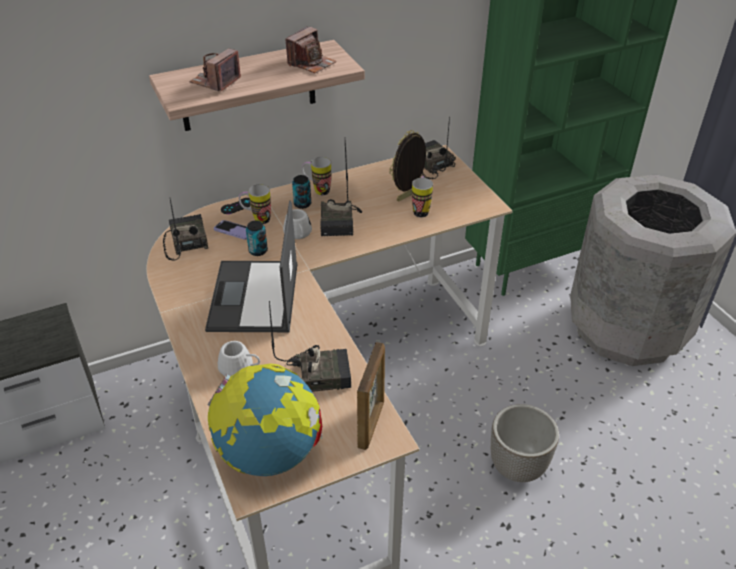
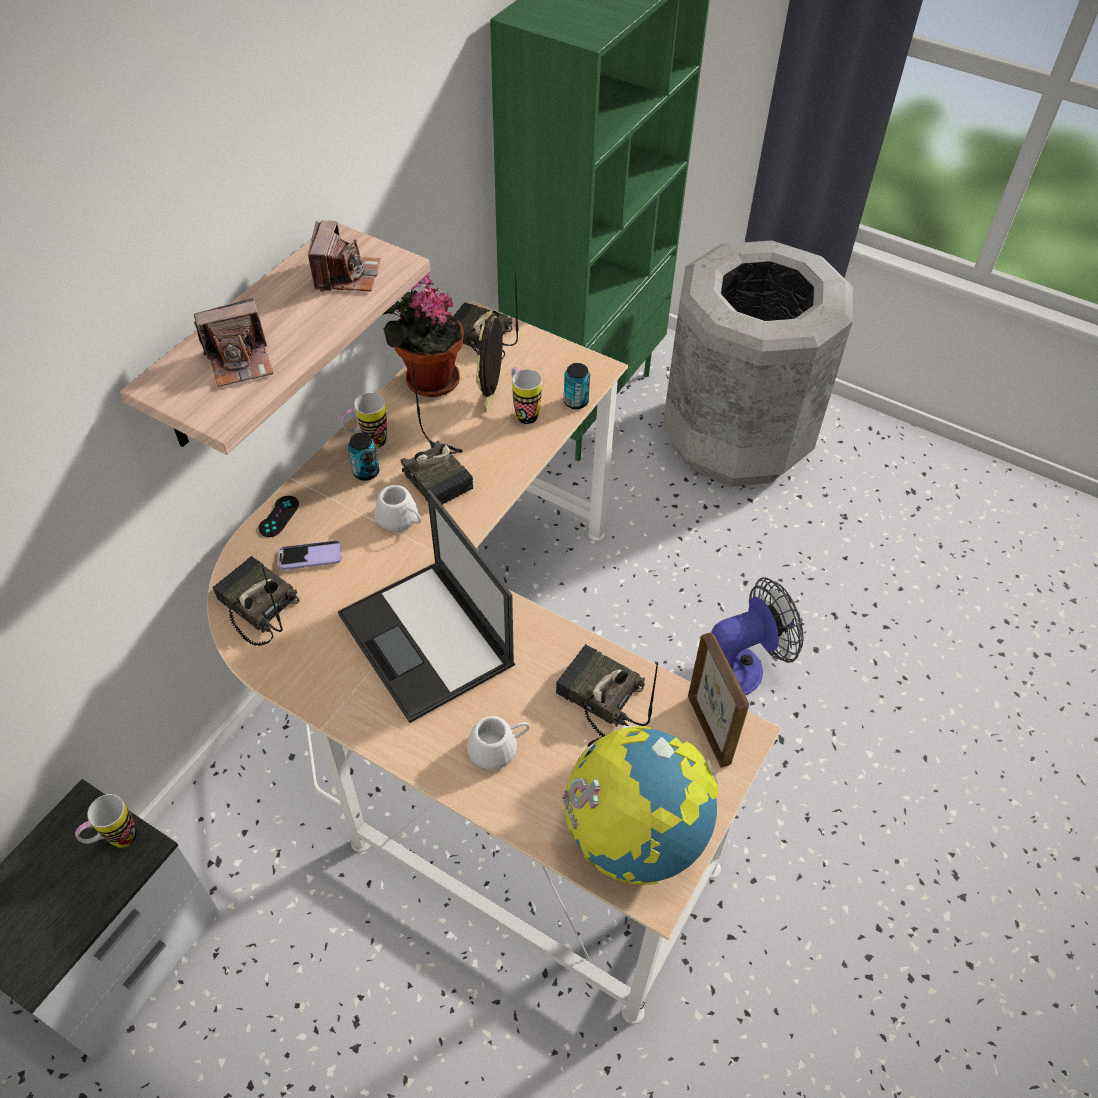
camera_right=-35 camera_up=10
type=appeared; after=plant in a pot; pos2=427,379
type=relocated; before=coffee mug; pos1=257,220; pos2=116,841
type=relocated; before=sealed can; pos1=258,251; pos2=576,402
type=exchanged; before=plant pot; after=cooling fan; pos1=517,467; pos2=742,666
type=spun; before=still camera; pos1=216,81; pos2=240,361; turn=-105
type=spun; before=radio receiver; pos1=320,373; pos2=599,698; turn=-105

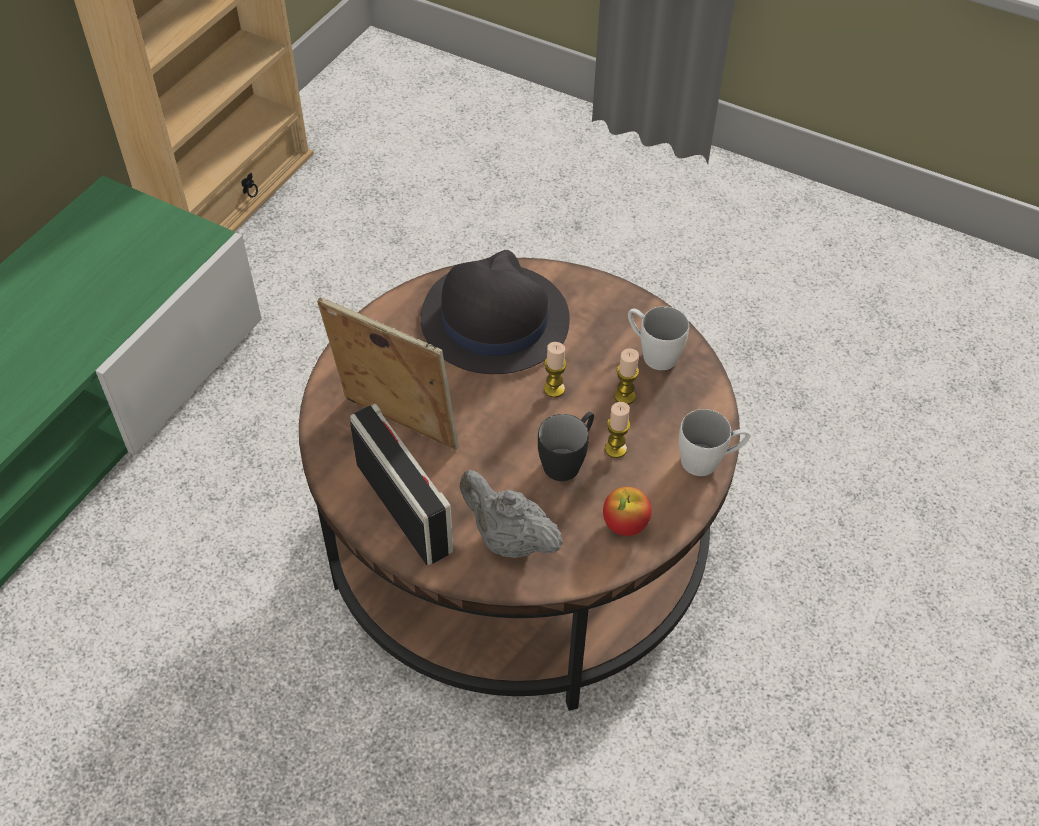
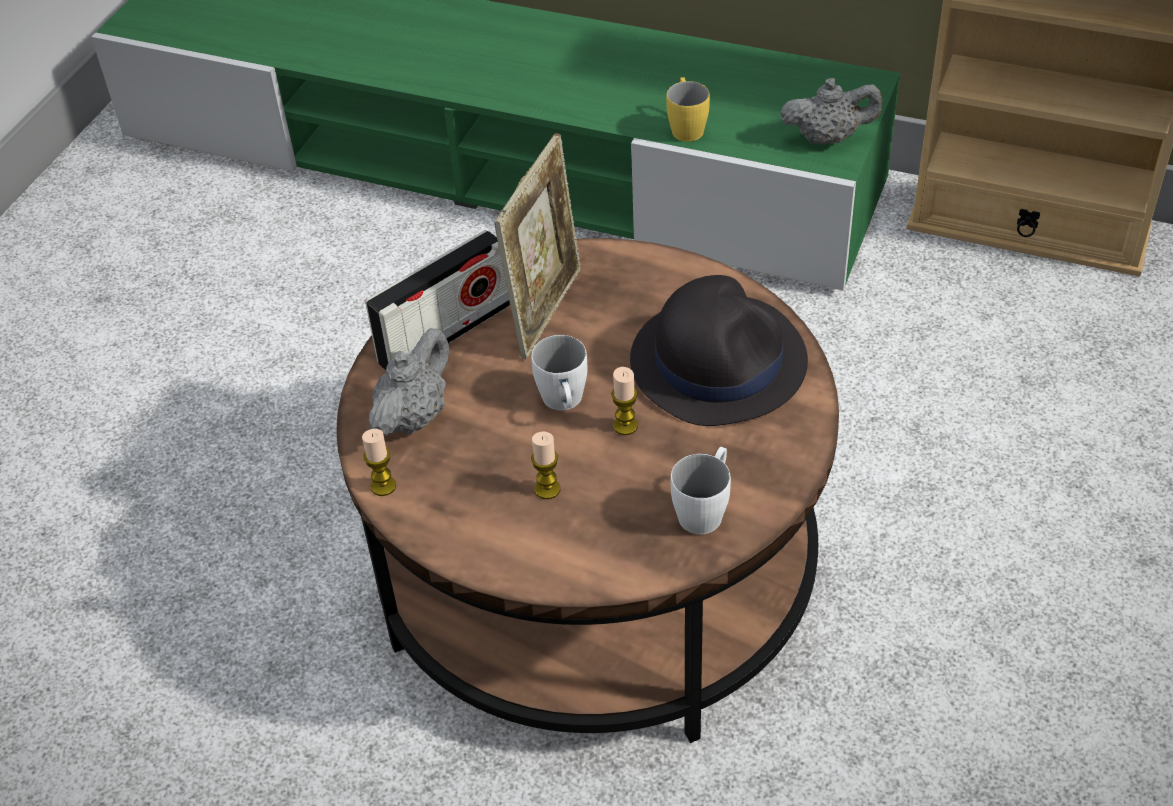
camera_right=85 camera_up=-5
type=missing; before=black coffee mug; pos1=567,460
type=missing; before=apple; pos1=624,525
type=appeared; after=yellow-coloured coffee mug; pos2=686,127
type=appeared; after=greyish teapot; pos2=828,138
type=relocated; before=candle; pos1=624,396; pos2=383,486
type=relocated; before=whitish coffee mug; pos1=709,460; pos2=564,403

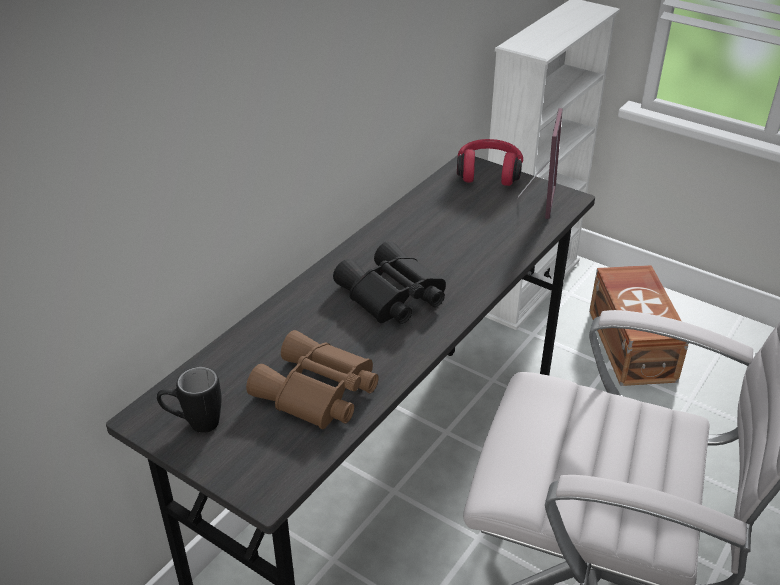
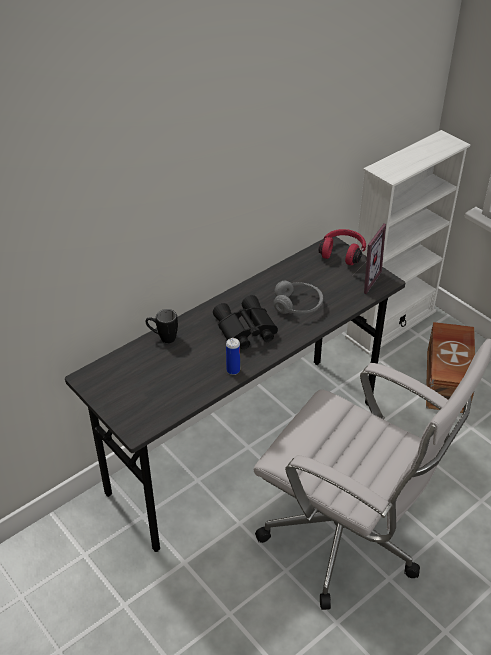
camera_right=15 camera_up=5
type=missing; before=brown-coloured field glasses; pos1=317,393
type=appeared; after=sealed can; pos2=233,370
type=appeared; after=greyish headset; pos2=298,305
type=relocated; before=black coffee mug; pos1=194,424; pos2=163,338

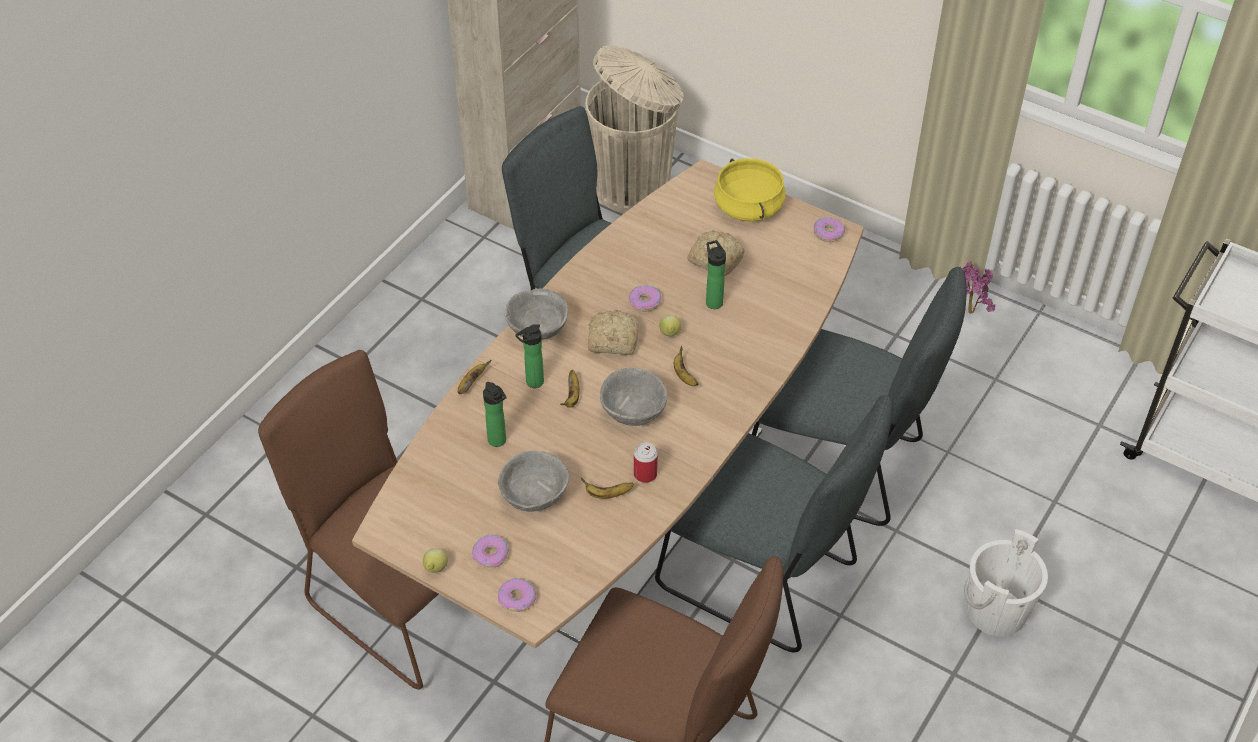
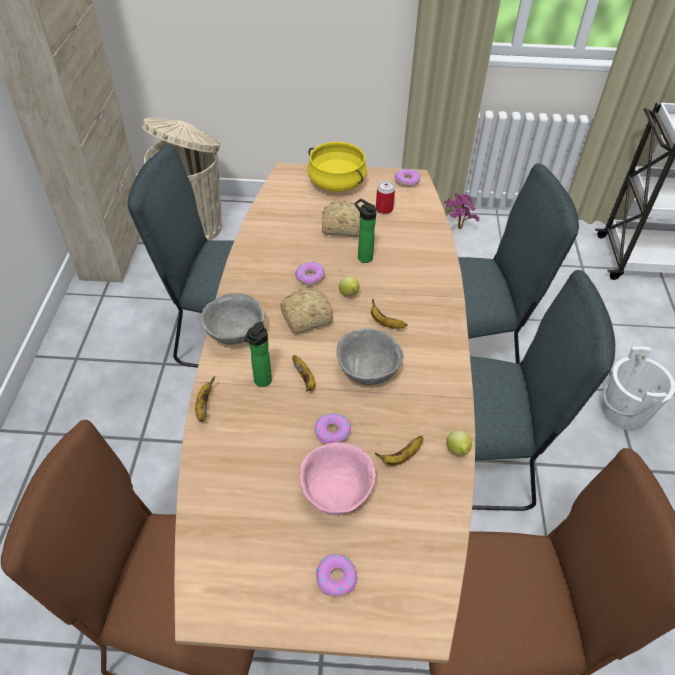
camera_right=-30 camera_up=0
type=missing; before=bottle; pos1=498,442
type=relocated; before=whole lemon; pos1=435,569; pos2=457,451
type=relocated; before=ring doughnut; pos1=517,599; pos2=332,432
type=relocated; before=sealed can; pos1=645,474; pos2=384,209
type=colour; before=greyish serving bowl; after=pinkish serving bowl; pos1=535,496; pos2=337,491

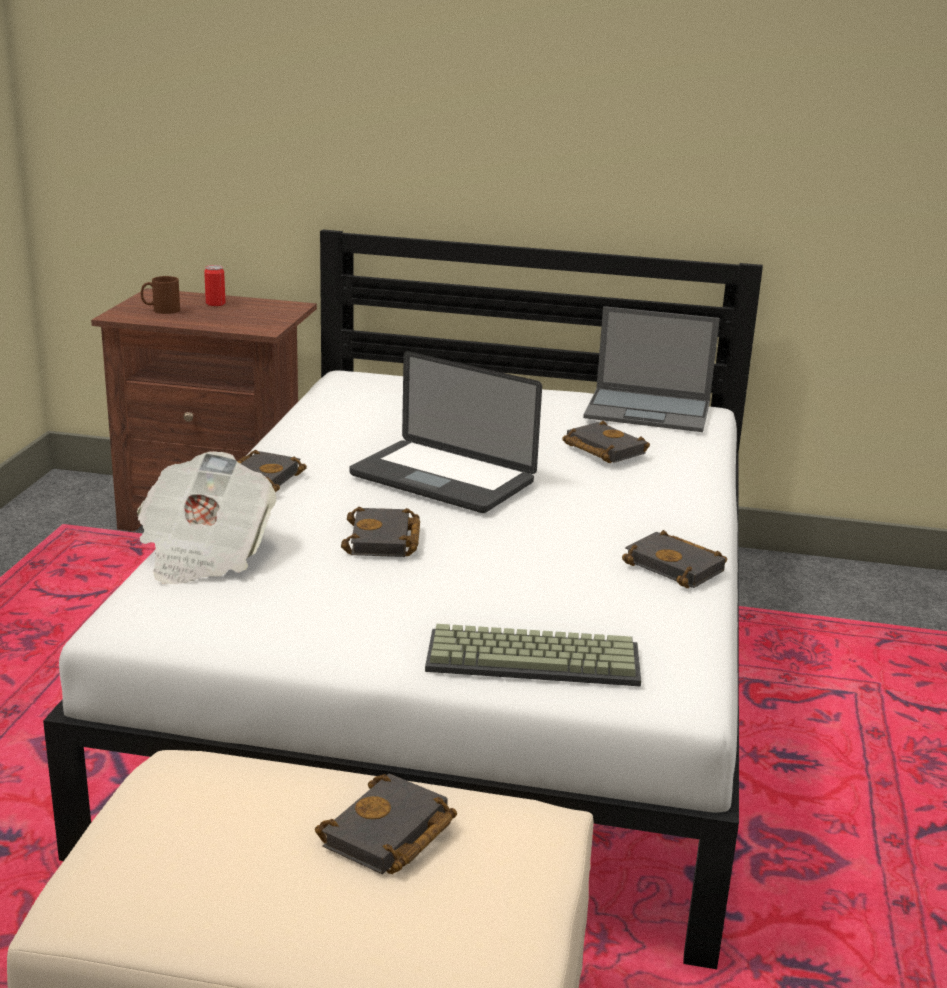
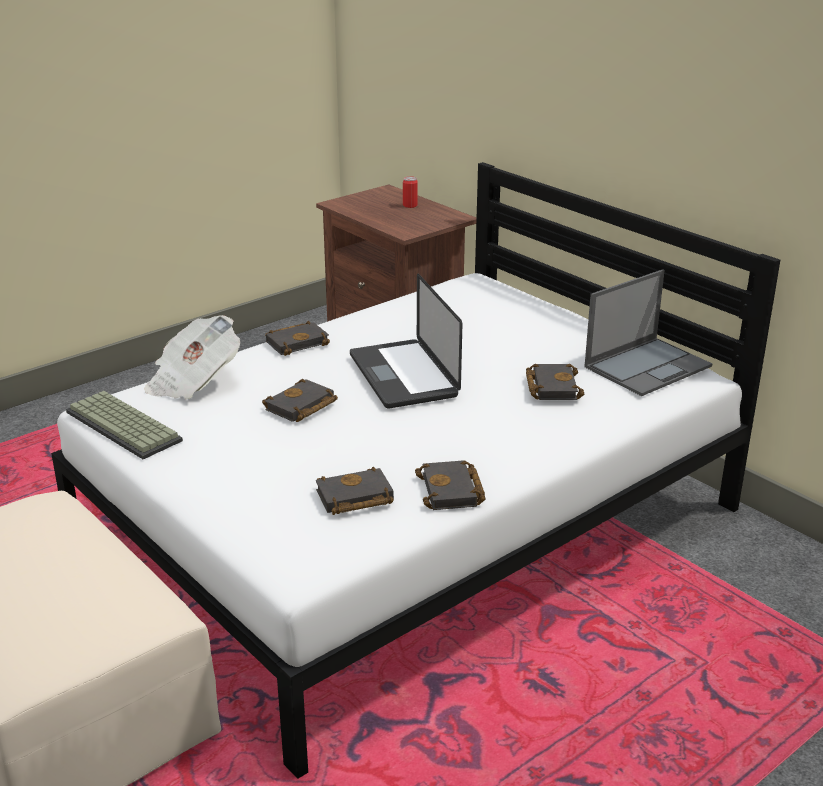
camera_right=40 camera_up=5
type=missing; before=brown-coloured coffee mug; pos1=161,310
type=relocated; before=black bound book; pos1=388,836; pos2=353,498
type=relocated; before=computer keyboard; pos1=535,657; pos2=126,426
type=spun; before=portable computer; pos1=649,410; pos2=648,366; turn=-90

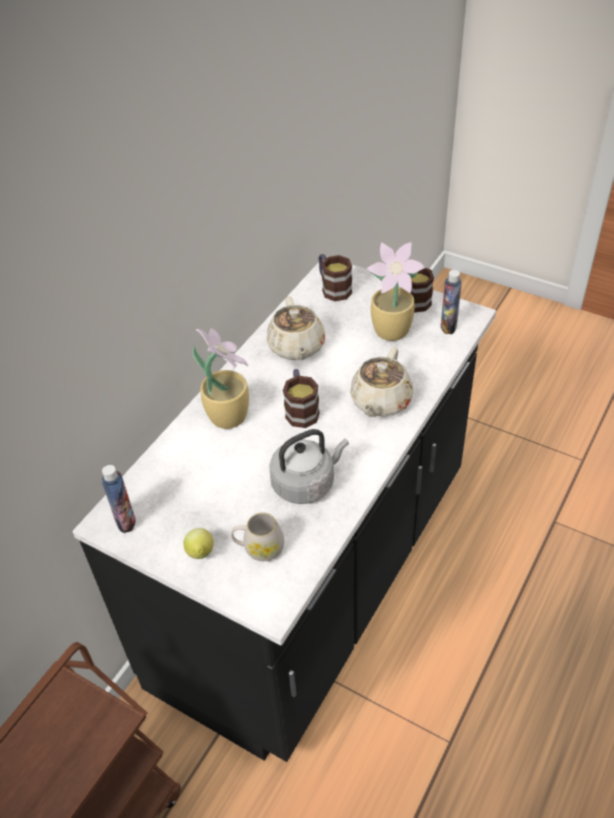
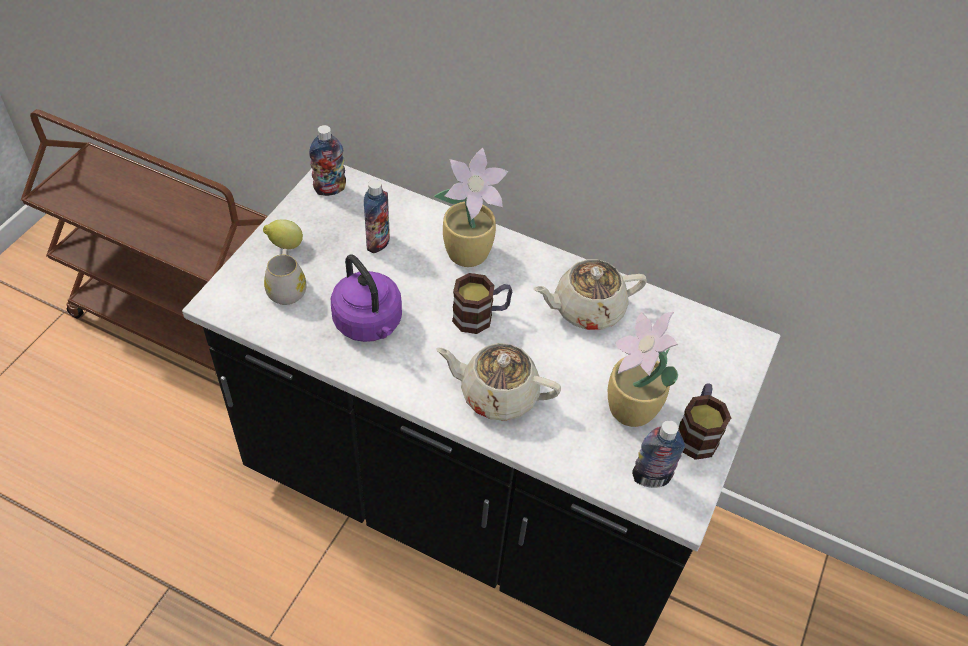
camera_right=80 camera_up=5
type=missing; before=coffee mug; pos1=333,288
type=appeared; after=bottle; pos2=378,243
type=colour; before=greyish water kettle; after=purple water kettle; pos1=306,483; pos2=369,324

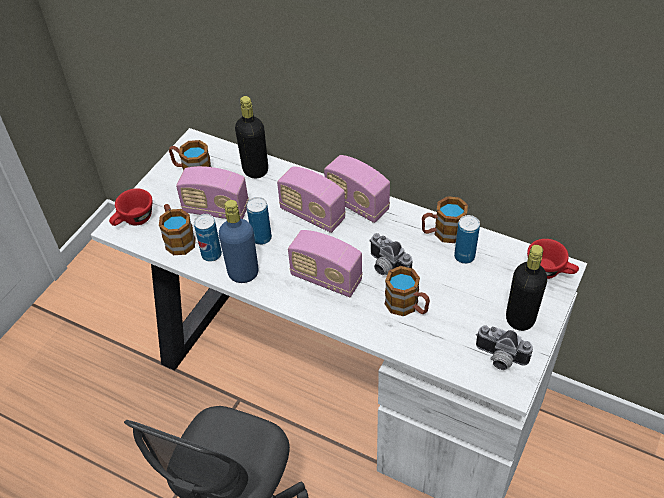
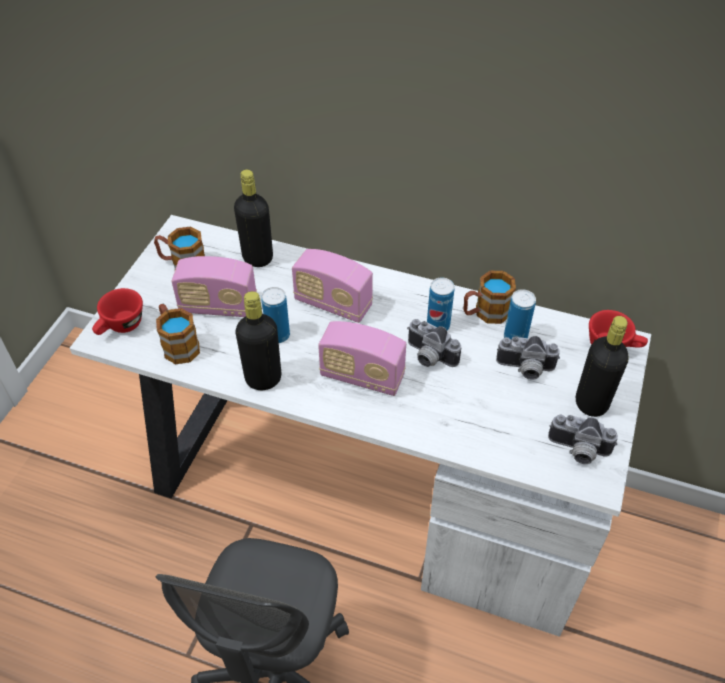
camera_right=-10 camera_up=0
type=missing; before=radio receiver; pos1=357,204
type=missing; before=coffee mug; pos1=407,306
type=appeared; after=still camera; pos2=525,370
type=relocated; before=sealed can; pos1=211,254; pos2=438,326
type=colour; before=bluish bottle; after=black bottle; pos1=243,273; pos2=263,379

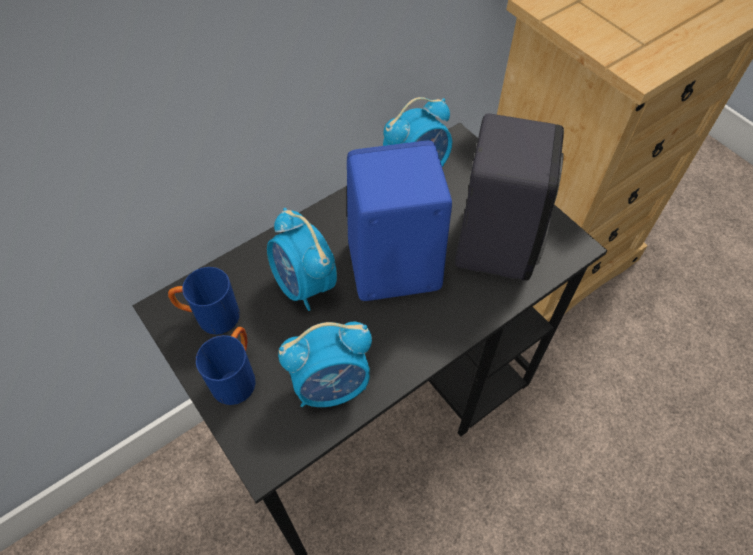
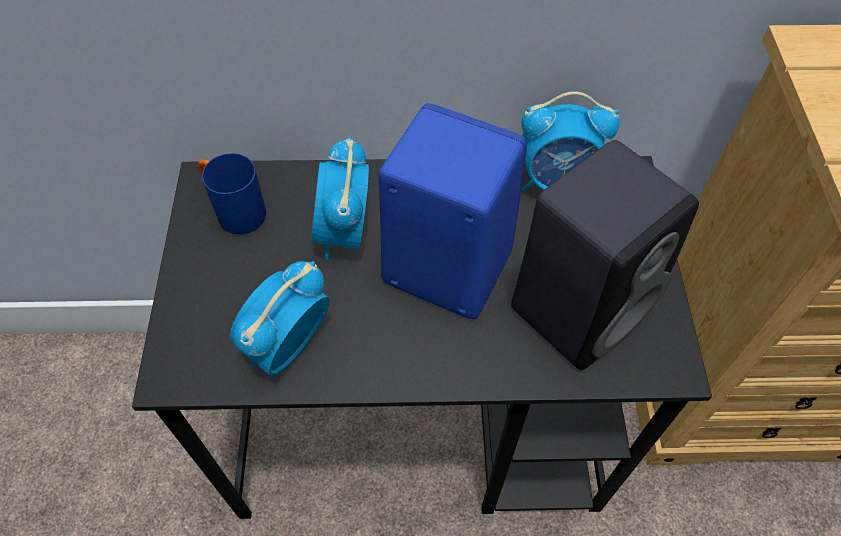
camera_right=35 camera_up=0
type=missing; before=bluish coffee mug; pos1=237,376
type=spun; before=table clock; pos1=332,385; pos2=286,346; turn=105

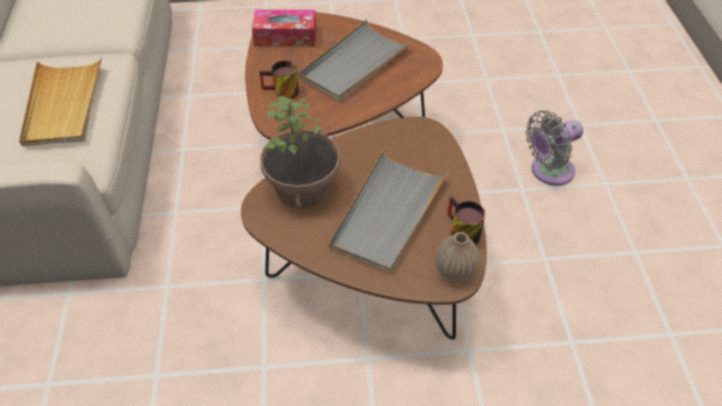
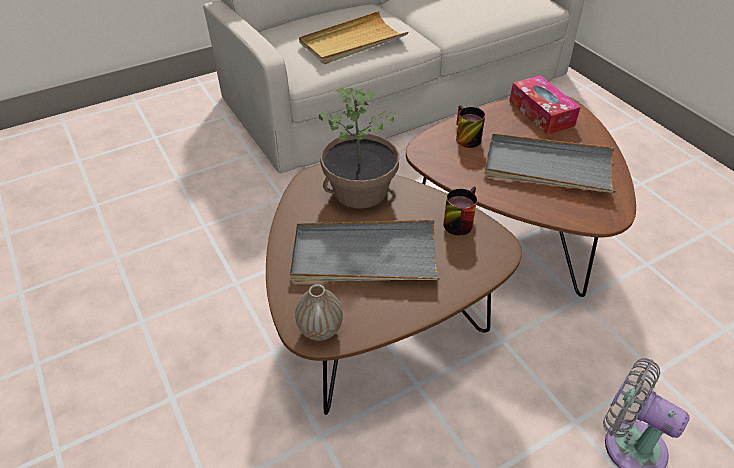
camera_right=65 camera_up=-5
type=relocated; before=coffee mug; pos1=459,233; pos2=458,220

